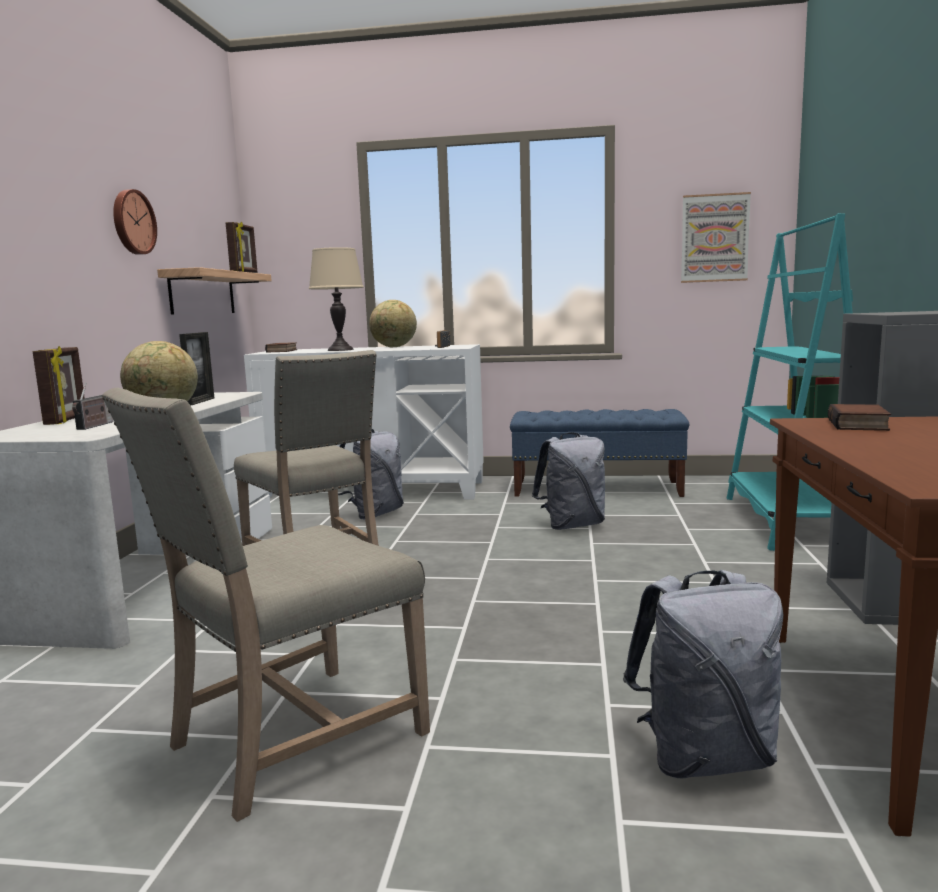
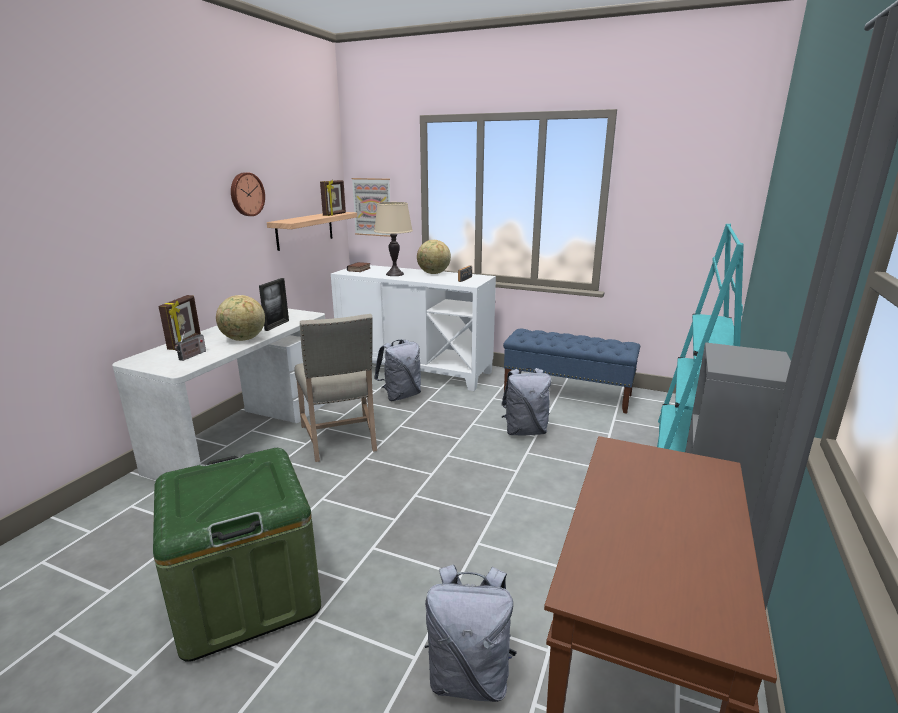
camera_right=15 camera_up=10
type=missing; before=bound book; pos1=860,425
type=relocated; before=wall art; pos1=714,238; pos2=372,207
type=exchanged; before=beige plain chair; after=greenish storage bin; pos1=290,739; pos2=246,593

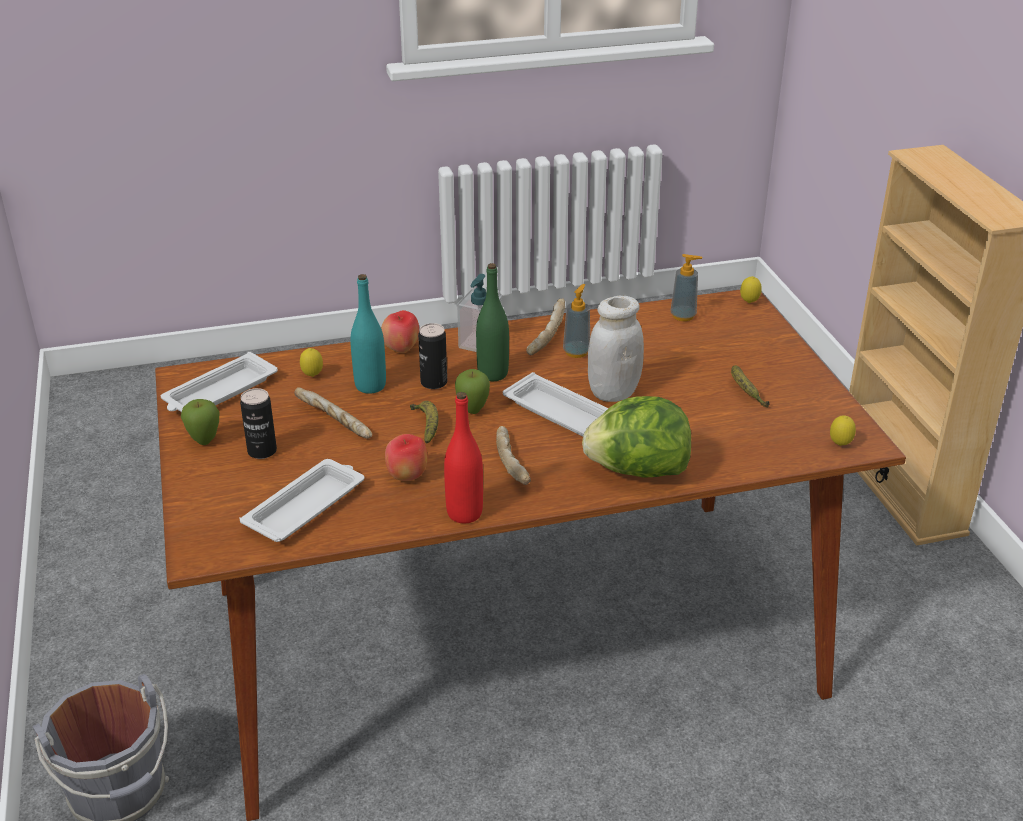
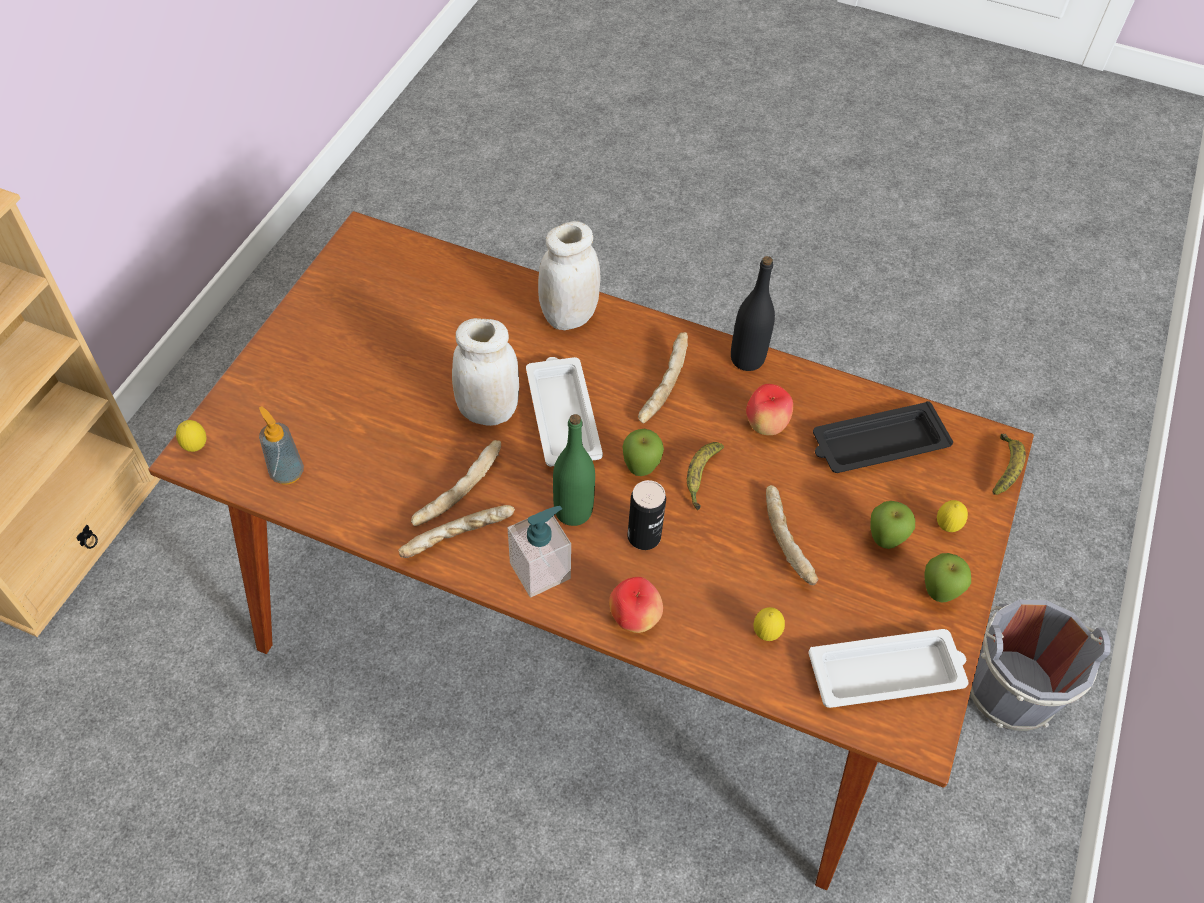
camera_right=-145 camera_up=20
type=missing; before=blue-green bottle; pos1=370,386
type=relocated; before=whole banana; pos1=745,392; pos2=1005,468
type=relocated; before=whole lemon; pos1=840,445; pos2=946,527
type=exchanged; before=sealed can; after=apple; pos1=262,451; pos2=883,541
type=exchanged; before=liquid soap bottle; after=baked bread; pos1=576,352; pos2=457,489
type=exchanged; before=lettuce; after=whitish storage jar; pos1=637,471; pos2=569,316
type=colour; before=whitish tray; after=black tray; pos1=306,506; pos2=876,444
type=colour; before=red-coloured bottle; after=black bottle; pos1=464,513; pos2=747,359

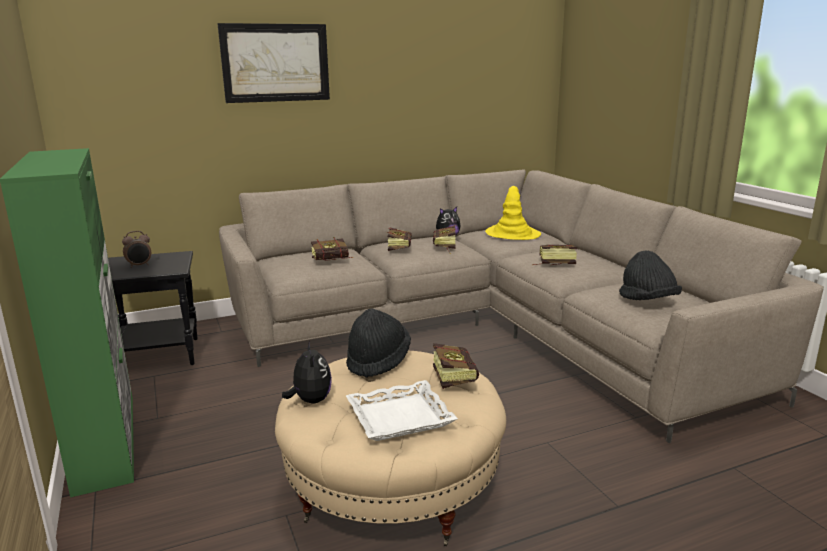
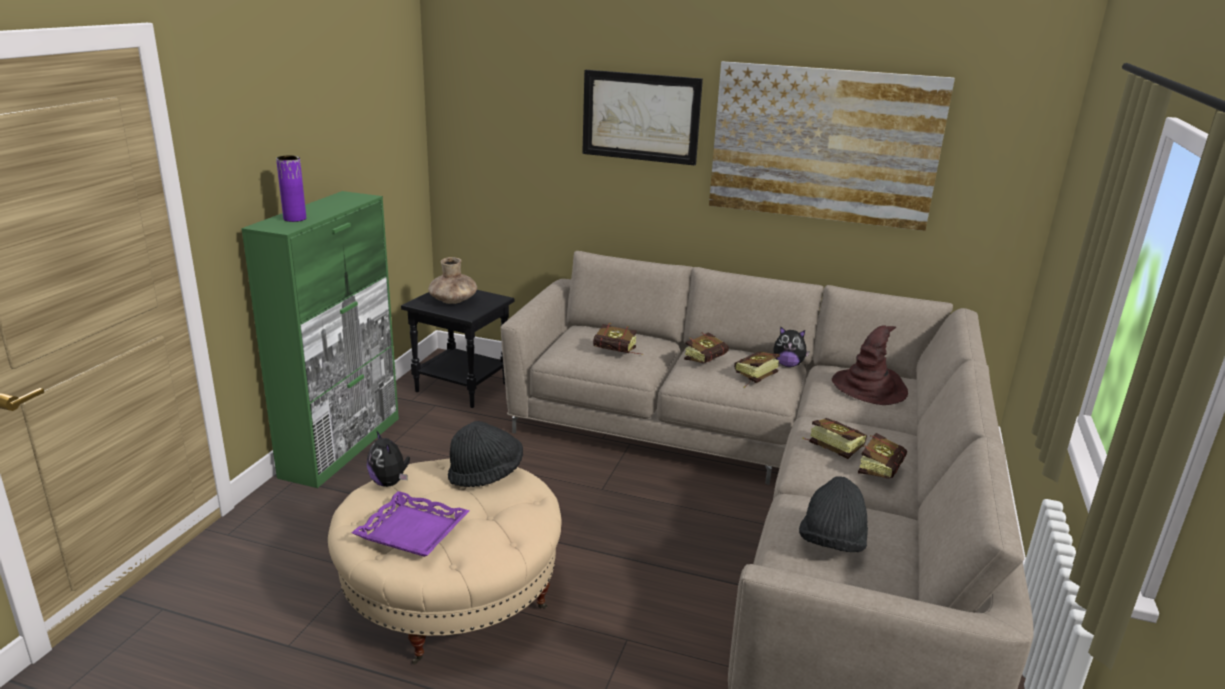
camera_right=40 camera_up=5
type=appeared; after=purple vase; pos2=295,219
type=appeared; after=wall art; pos2=824,145
type=relocated; before=bound book; pos1=452,377; pos2=881,469
type=exchanged; before=table clock; after=brown-coloured vase; pos1=139,265; pos2=453,301
type=colour; before=whitish tray; after=purple tray; pos1=400,417; pos2=413,530
type=colour; before=yellow-coloured wearable hat; after=brown-coloured wearable hat; pos1=512,234; pos2=869,388
type=spun; before=cuddly toy; pos1=310,400; pos2=390,482; turn=120

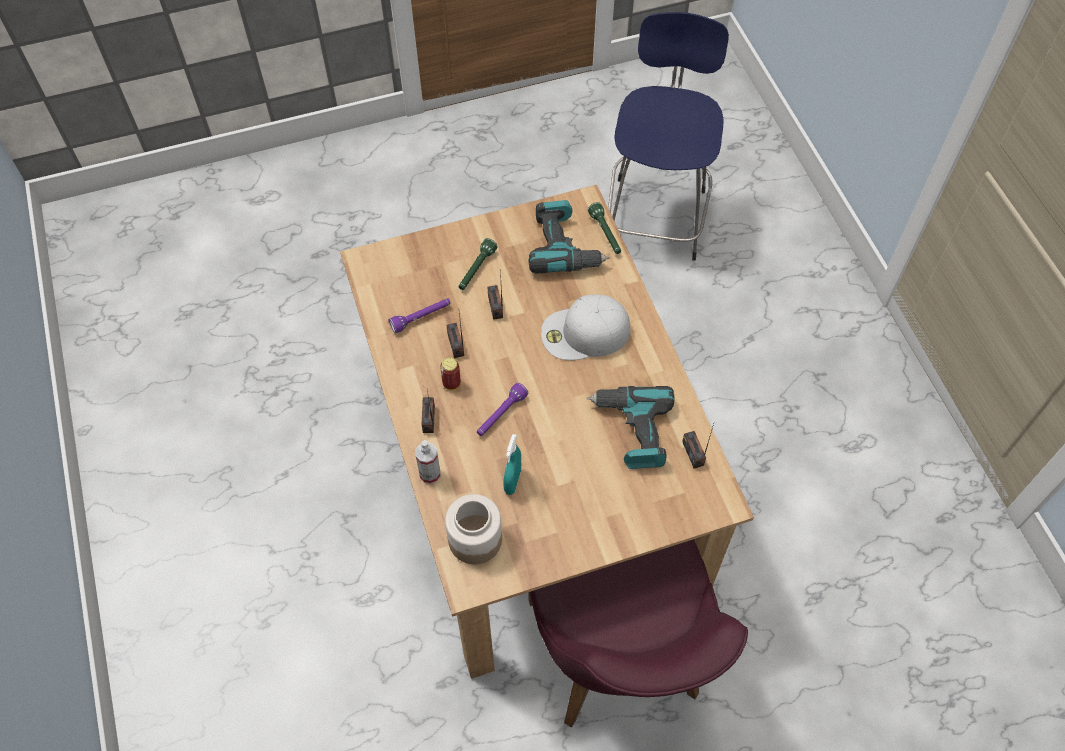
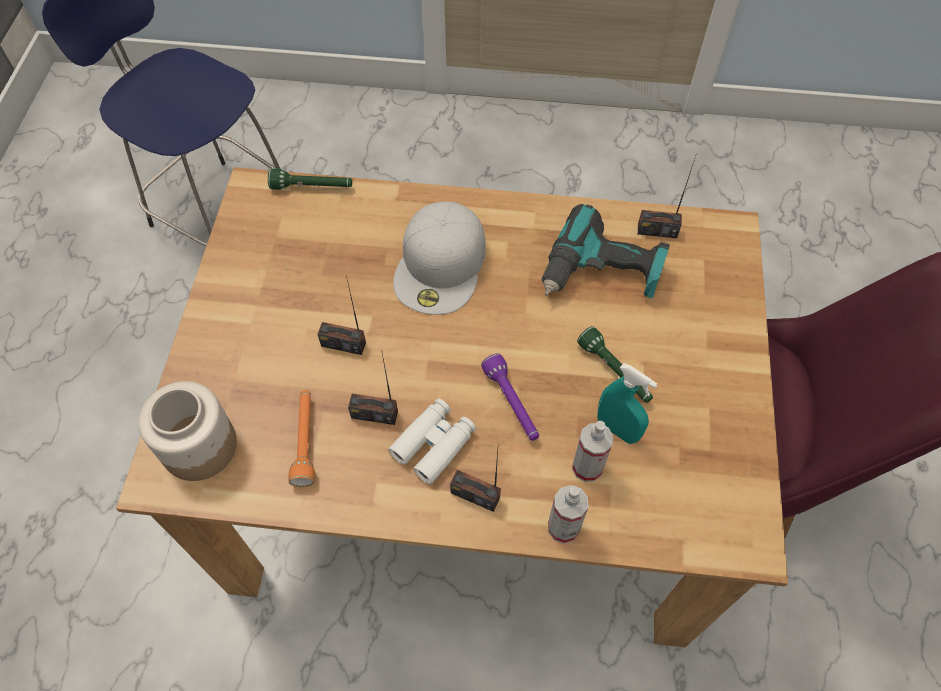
camera_right=-65 camera_up=0
type=missing; before=drill; pos1=564,247
type=appeared; after=sprayer; pos2=587,467
type=relocated; before=storage jar; pos1=474,539; pos2=198,447
type=relocated; before=greenish hand torch; pos1=476,270; pos2=615,372
type=exchanged; before=sealed can; after=whitish field glasses; pos1=451,384; pos2=434,444
type=colour; before=purple hand torch; after=orange hand torch; pos1=421,318; pos2=305,441

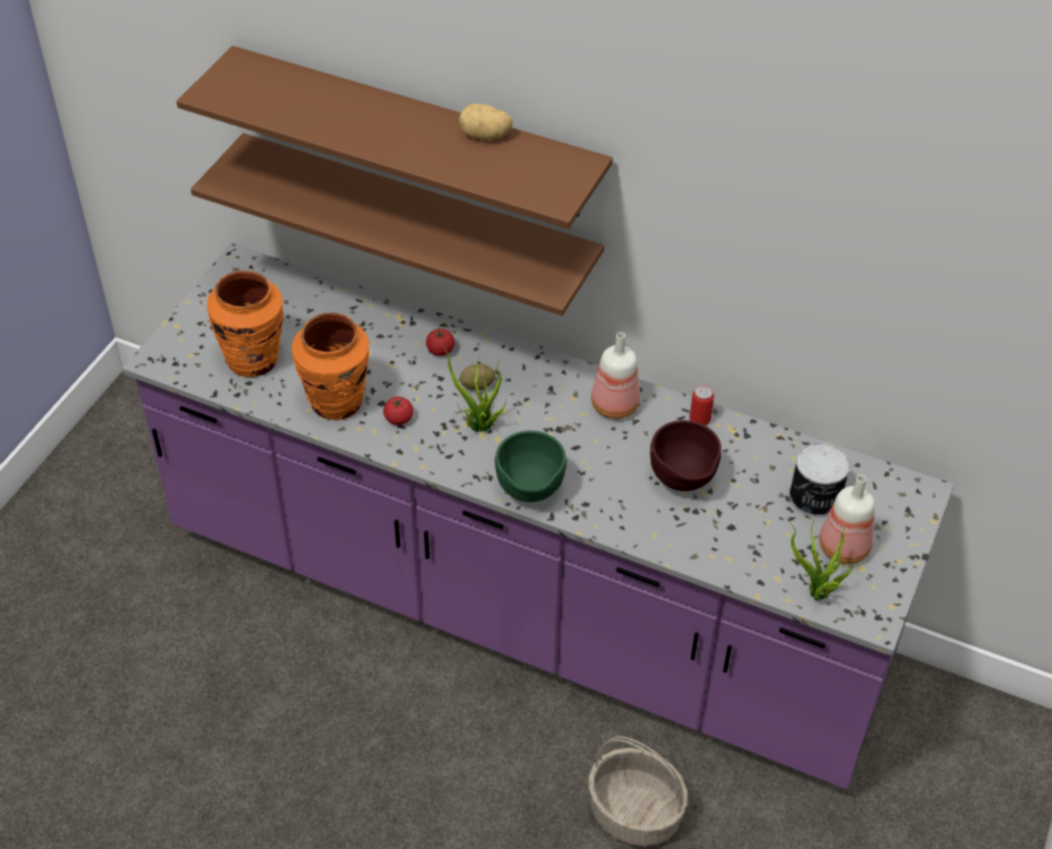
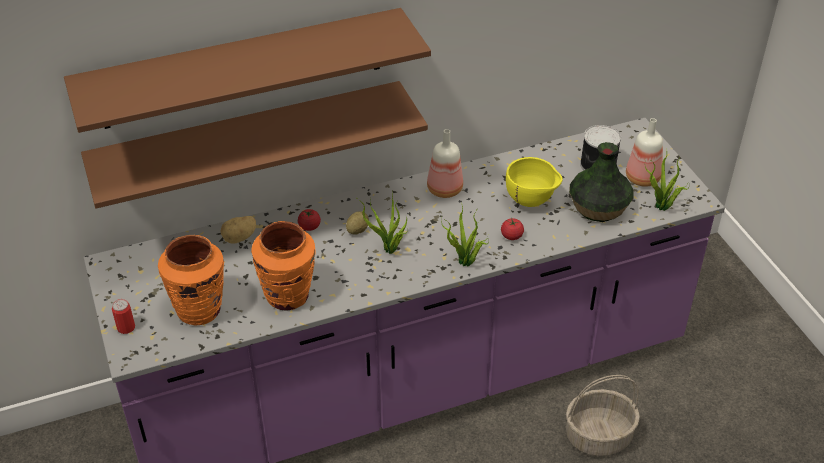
camera_right=-45 camera_up=-5
type=appeared; after=vase; pos2=598,207
type=relocated; before=whole tomato; pos1=398,419; pos2=511,236
type=relocated; before=whole potato; pos1=485,136; pos2=240,238
type=relocated; before=sealed can; pos1=700,419; pos2=126,327
type=exchanged; before=greenish serving bowl; after=plant in a pot; pos1=530,494; pos2=465,263
type=colour; before=brown-coloured serving bowl; after=yellow-coloured serving bowl; pos1=682,483; pos2=531,202

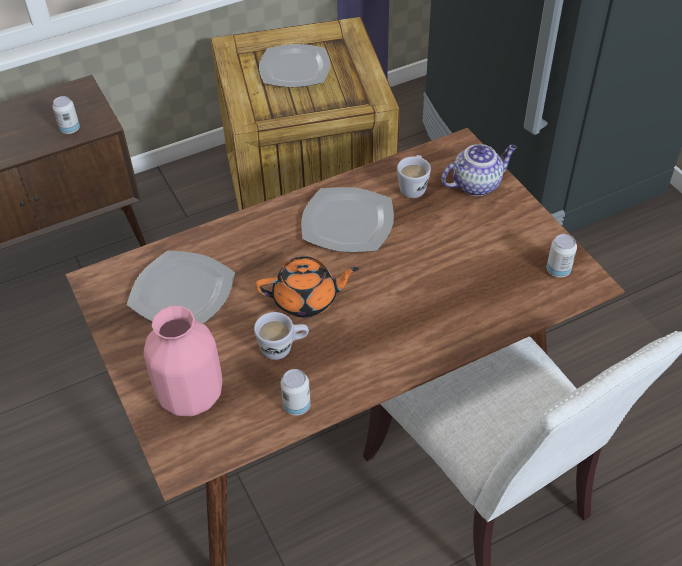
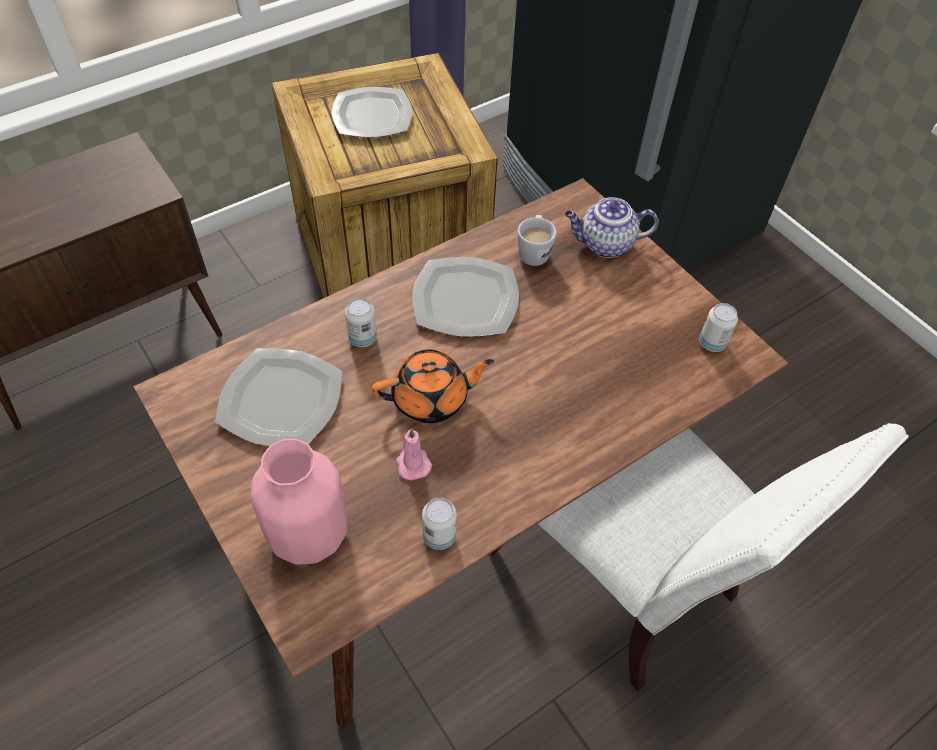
camera_right=-10 camera_up=5
type=relocated; before=sealed can; pos1=70,129; pos2=362,338
type=exchanged; before=whitish coffee mug; after=pinkish candle; pos1=283,348; pos2=412,463
type=spun; before=teapot; pos1=477,184; pos2=604,244; turn=-150

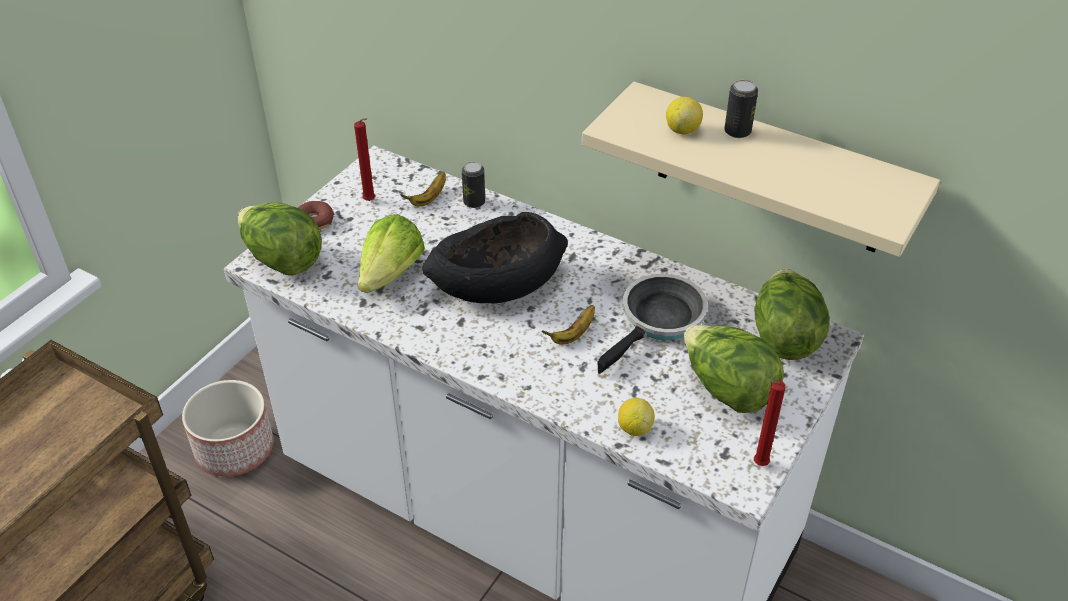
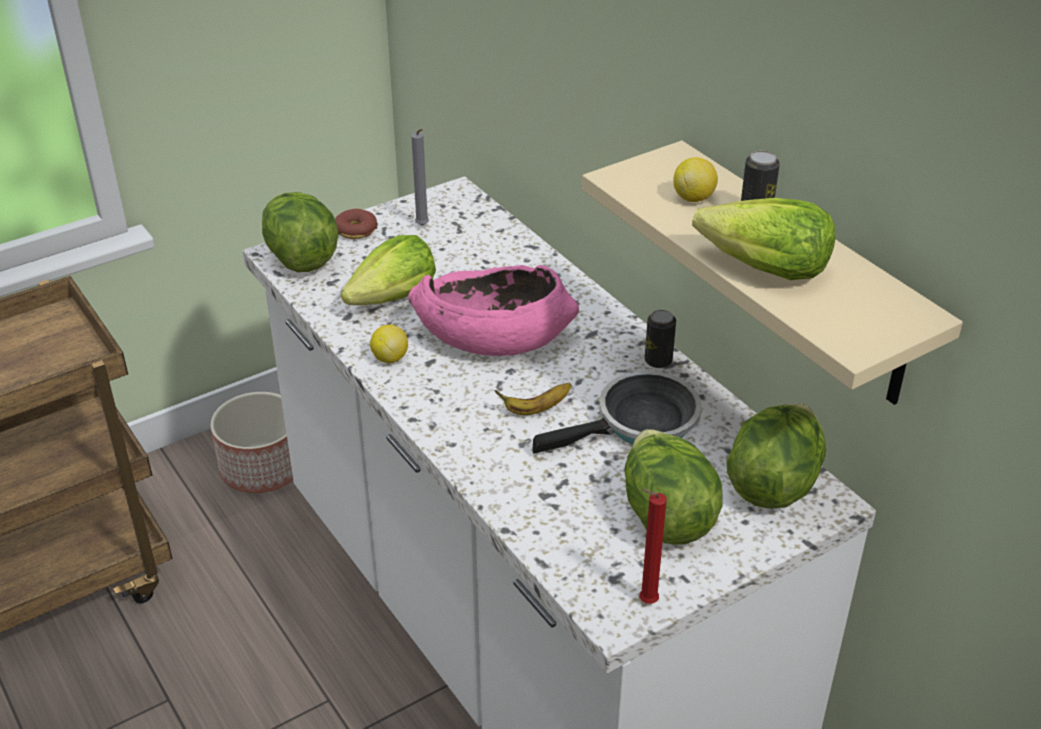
camera_right=25 camera_up=-5
type=missing; before=whole banana; pos1=429,199
type=appeared; after=lettuce; pos2=764,269
type=relocated; before=sealed can; pos1=474,202; pos2=658,361
type=relocated; before=whole lemon; pos1=634,428; pos2=390,358
type=colour; before=red-coloured candle; after=greyish candle; pos1=371,201; pos2=423,227
type=colour; before=black serving bowl; after=pinkish serving bowl; pos1=496,283; pos2=492,336

